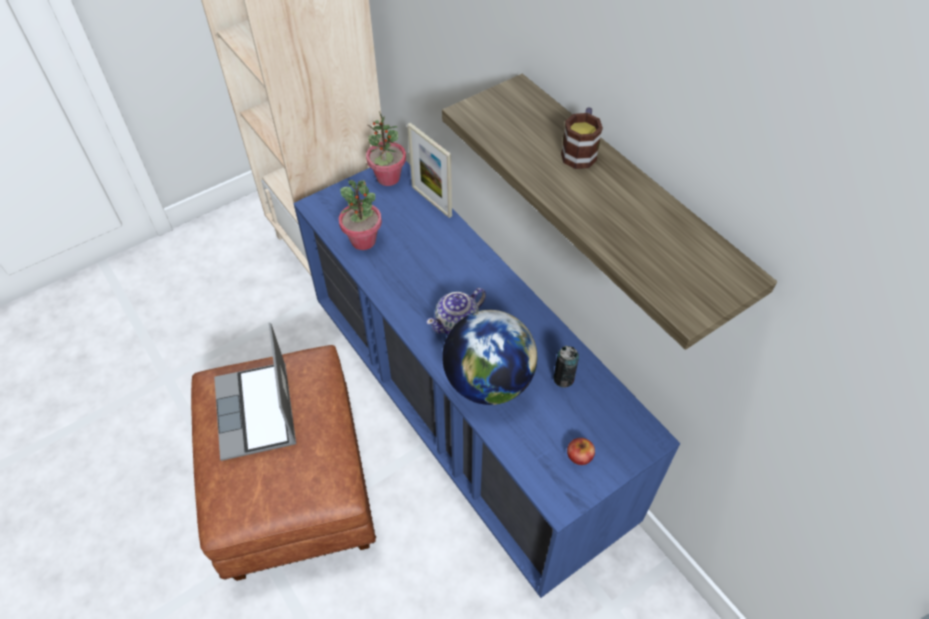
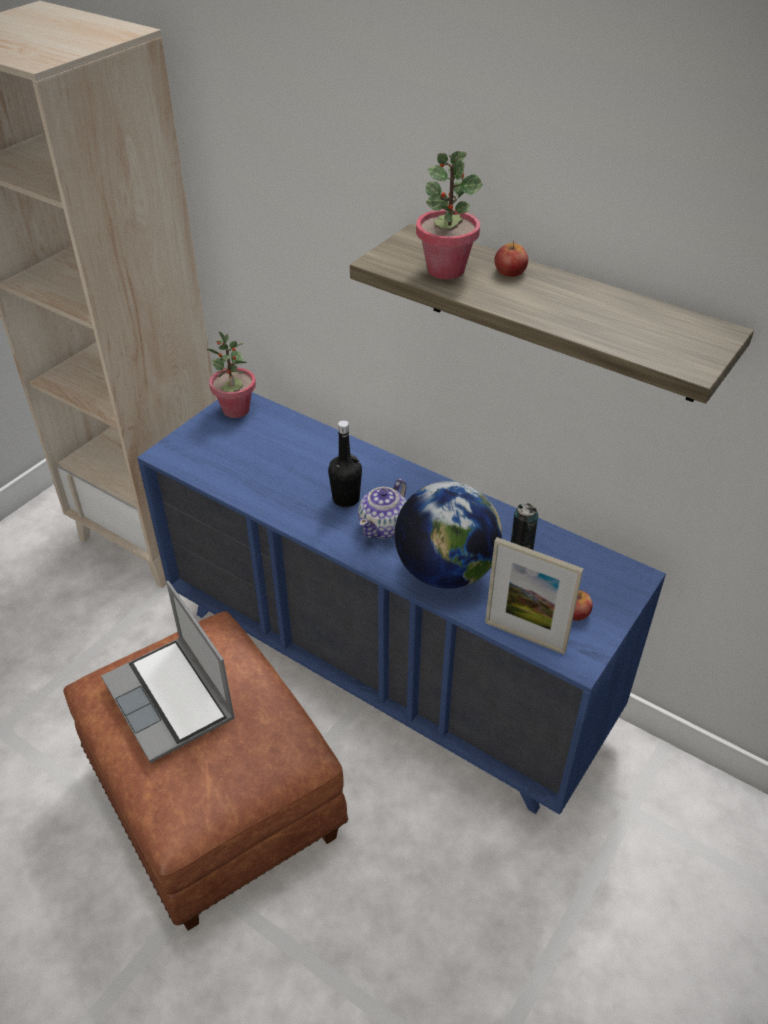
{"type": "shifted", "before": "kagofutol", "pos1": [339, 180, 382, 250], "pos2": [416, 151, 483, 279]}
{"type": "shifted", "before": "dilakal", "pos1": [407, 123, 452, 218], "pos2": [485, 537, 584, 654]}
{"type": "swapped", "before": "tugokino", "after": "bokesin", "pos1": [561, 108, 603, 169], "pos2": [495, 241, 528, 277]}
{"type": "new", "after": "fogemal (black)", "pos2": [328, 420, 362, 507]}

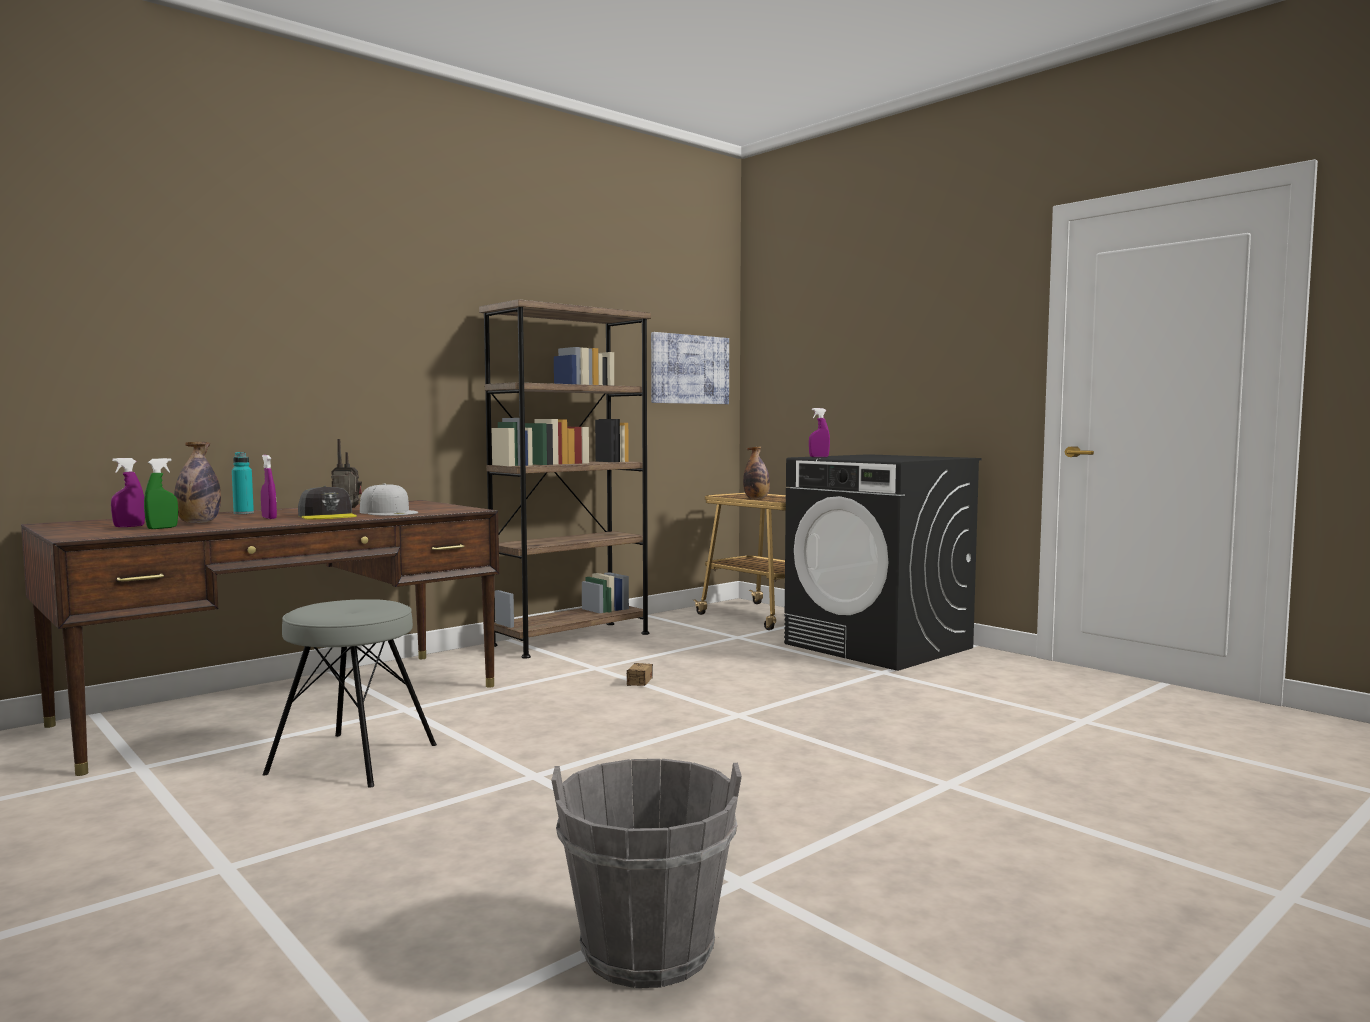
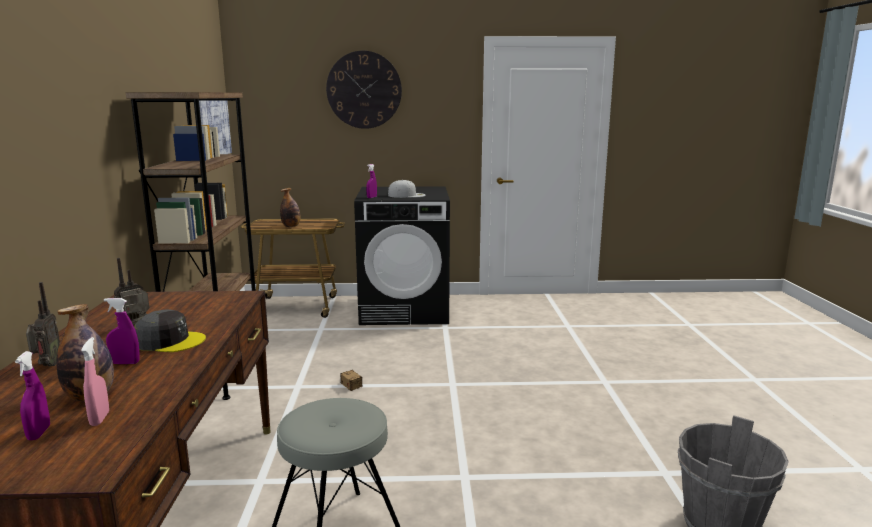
{"type": "repainted", "before": "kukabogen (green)", "after": "kukabogen (pink)", "pos1": [144, 458, 178, 529], "pos2": [81, 337, 109, 426]}
{"type": "swapped", "before": "fogemal (turquoise)", "after": "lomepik", "pos1": [232, 452, 254, 514], "pos2": [26, 282, 60, 366]}
{"type": "shifted", "before": "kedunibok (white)", "pos1": [360, 484, 418, 516], "pos2": [388, 180, 425, 198]}
{"type": "new", "after": "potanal", "pos2": [326, 51, 402, 129]}

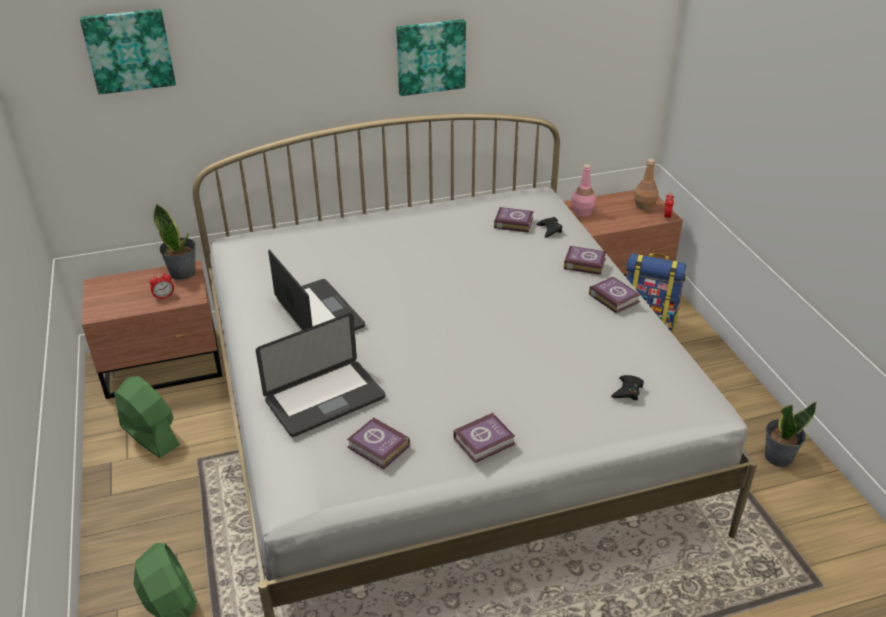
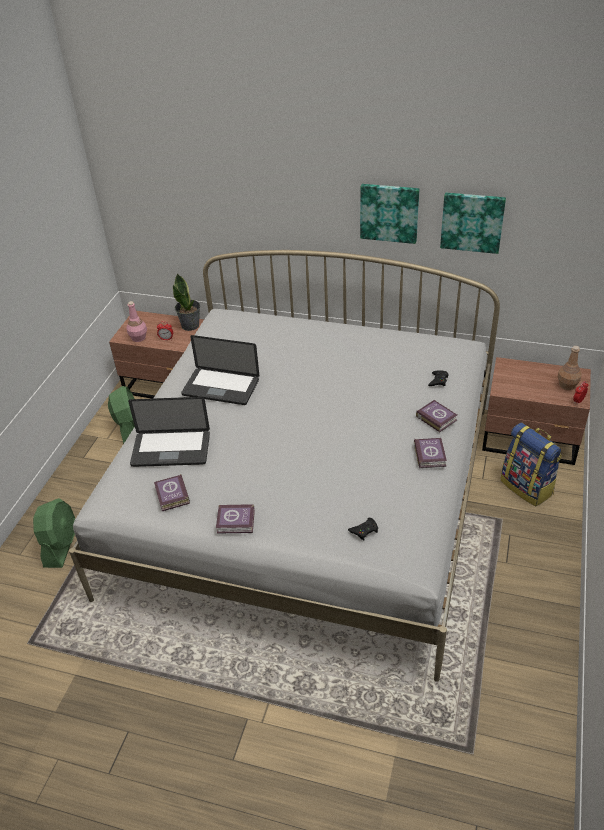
{"type": "shifted", "before": "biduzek", "pos1": [80, 9, 176, 94], "pos2": [440, 193, 506, 254]}
{"type": "rotated", "before": "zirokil", "pos1": [268, 249, 365, 331], "pos2": [181, 335, 260, 405], "turn": 105}
{"type": "gone", "before": "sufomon", "pos1": [494, 207, 534, 232]}
{"type": "shifted", "before": "fogemal (pink)", "pos1": [571, 164, 596, 217], "pos2": [126, 301, 147, 342]}
{"type": "gone", "before": "kagofutol", "pos1": [765, 402, 817, 467]}

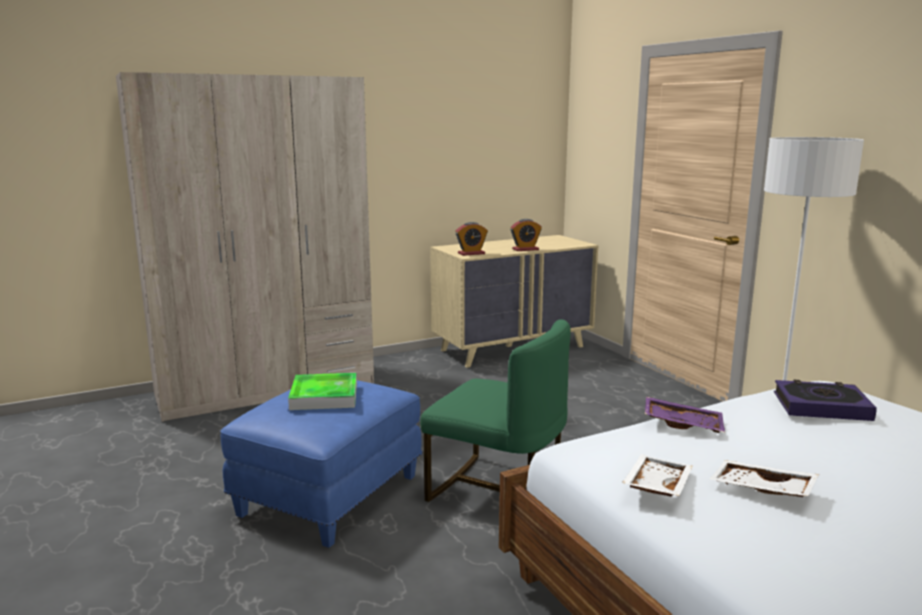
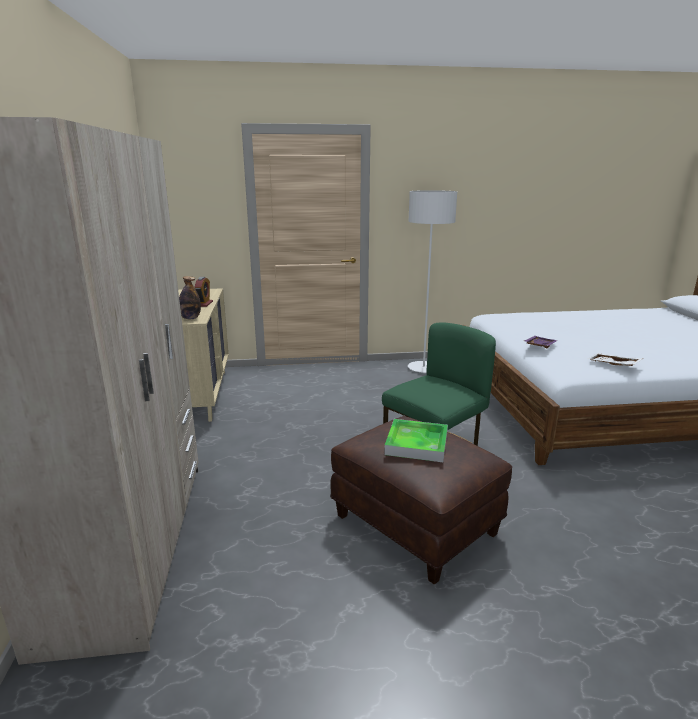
{"type": "repainted", "before": "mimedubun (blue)", "after": "mimedubun (brown)", "pos1": [220, 380, 422, 548], "pos2": [330, 416, 512, 585]}
{"type": "swapped", "before": "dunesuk", "after": "fogemal", "pos1": [455, 222, 488, 256], "pos2": [179, 276, 201, 319]}
{"type": "gone", "before": "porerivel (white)", "pos1": [709, 460, 819, 497]}
{"type": "gone", "before": "sufomon", "pos1": [774, 380, 877, 421]}

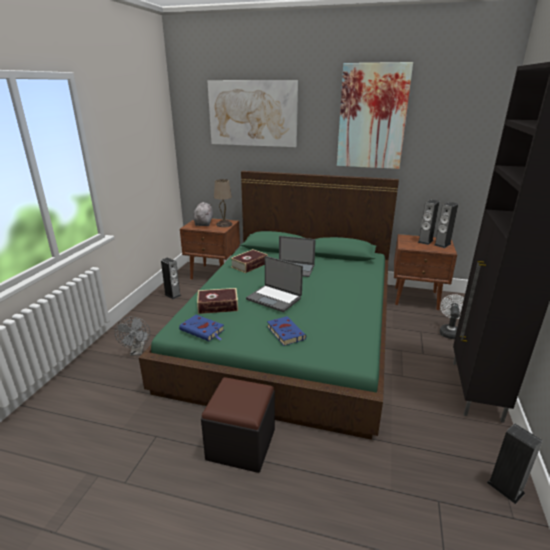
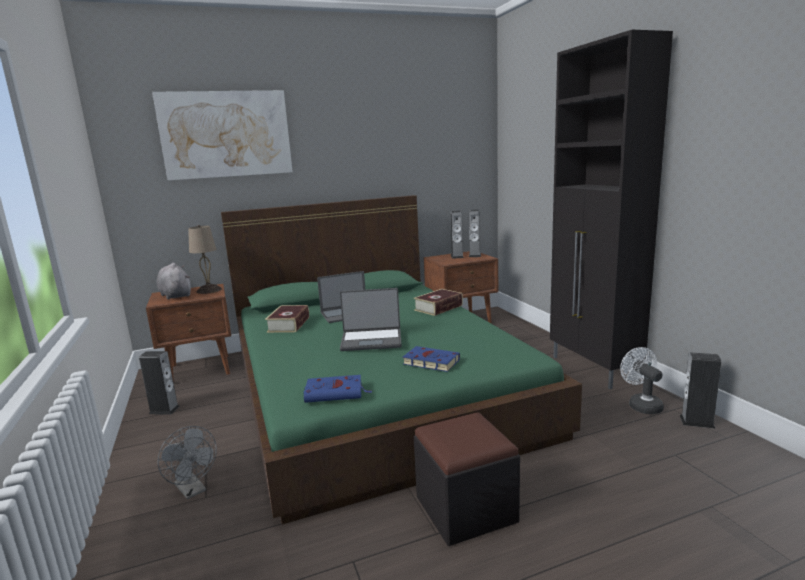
{"type": "shifted", "before": "sufomon", "pos1": [197, 288, 238, 314], "pos2": [414, 289, 463, 316]}
{"type": "gone", "before": "biduzek", "pos1": [337, 62, 413, 169]}
{"type": "shifted", "before": "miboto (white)", "pos1": [439, 294, 464, 339], "pos2": [620, 347, 664, 414]}

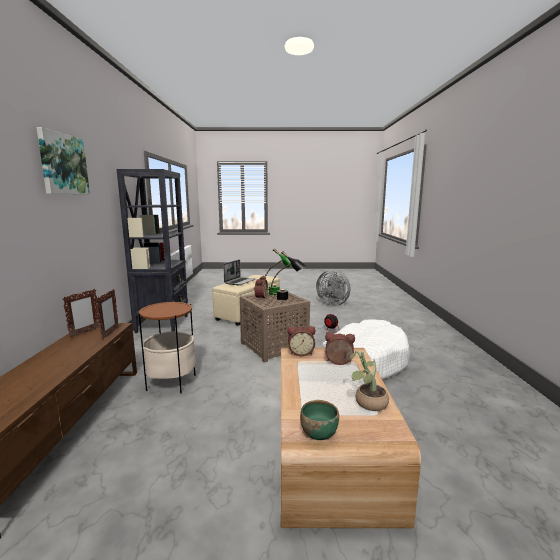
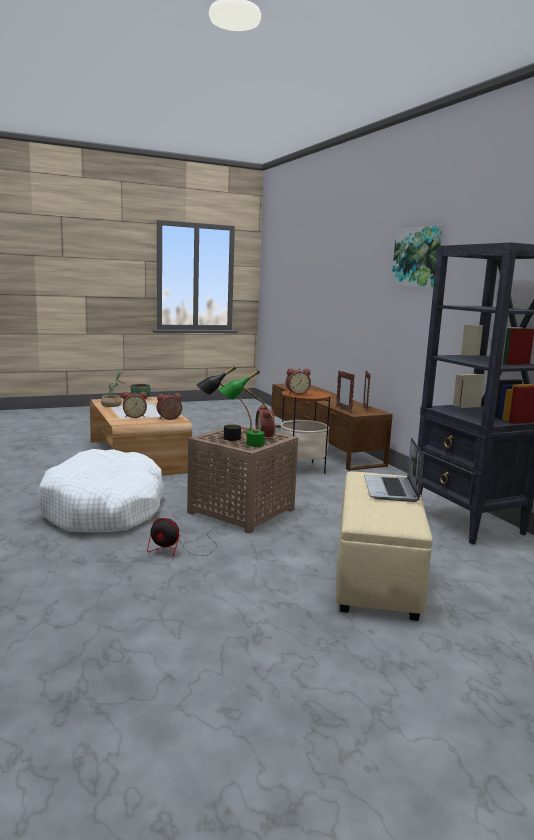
{"type": "gone", "before": "miboto (grey)", "pos1": [316, 270, 350, 306]}
{"type": "new", "after": "dunesuk", "pos2": [286, 368, 311, 395]}

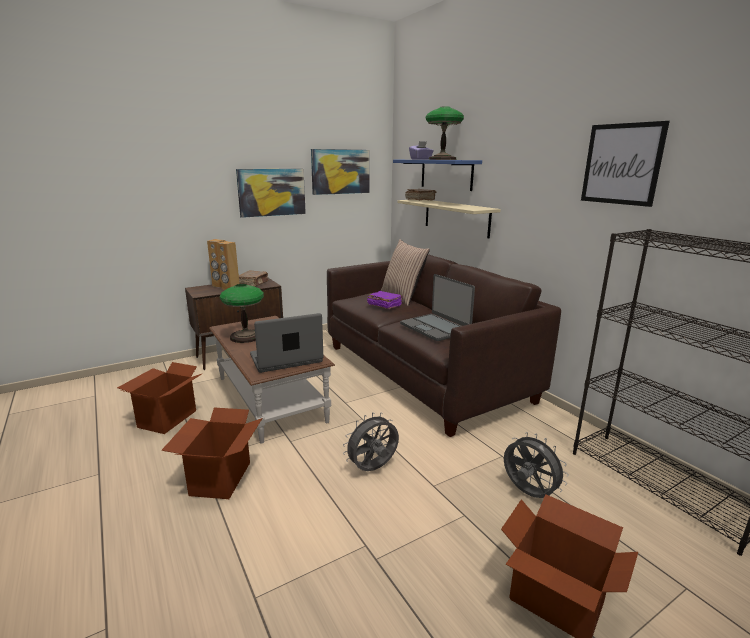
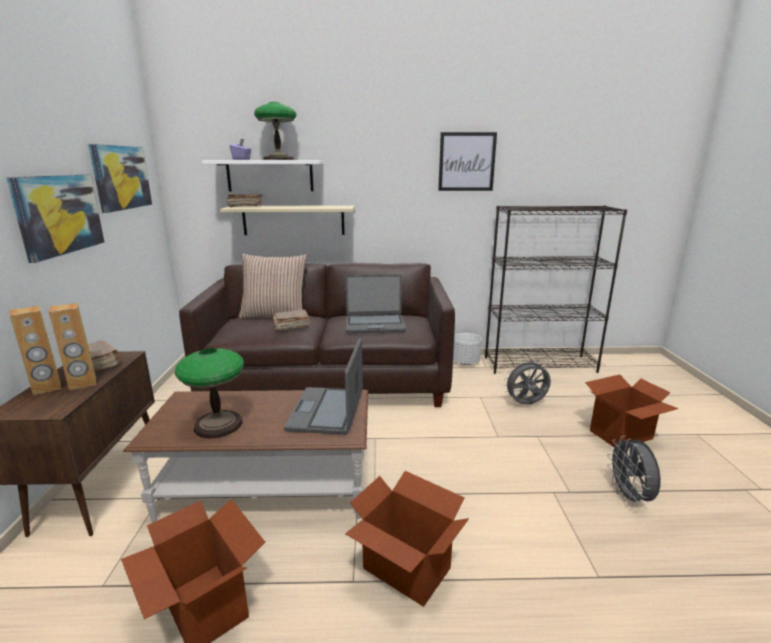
{"type": "shifted", "before": "miboto (grey)", "pos1": [343, 412, 399, 471], "pos2": [607, 436, 661, 506]}
{"type": "repainted", "before": "sufomon (purple)", "after": "sufomon (brown)", "pos1": [367, 291, 403, 309], "pos2": [273, 309, 310, 331]}
{"type": "repainted", "before": "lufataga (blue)", "after": "lufataga (white)", "pos1": [393, 160, 482, 191], "pos2": [202, 160, 323, 191]}
{"type": "new", "after": "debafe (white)", "pos2": [453, 333, 482, 365]}

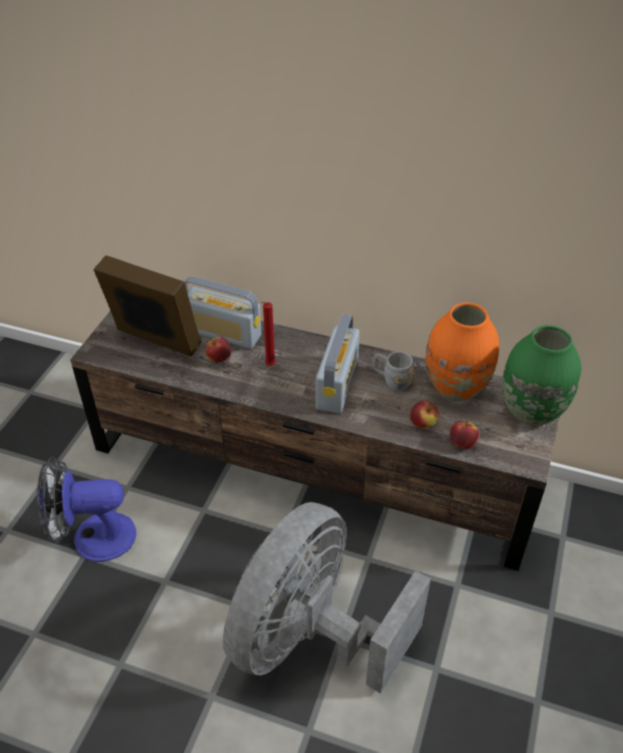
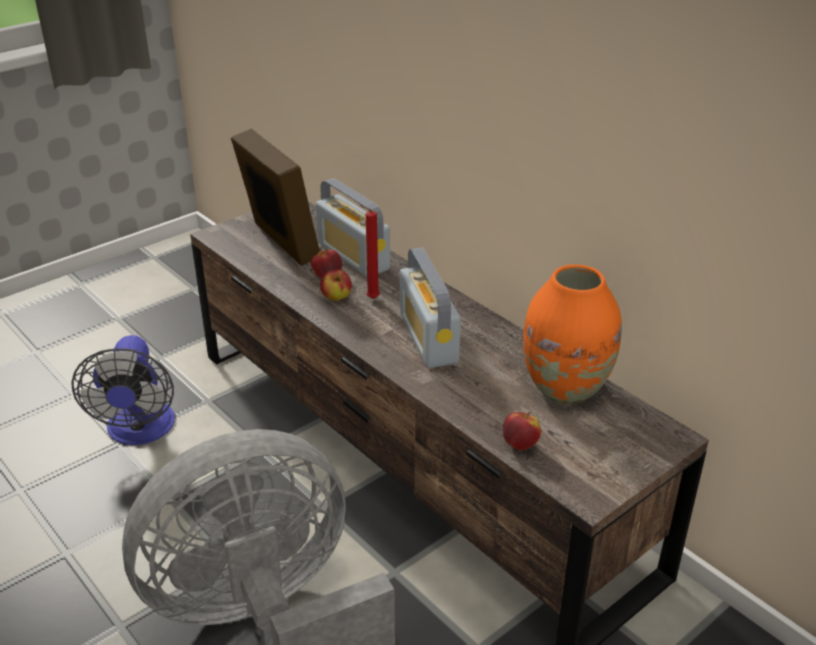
{"type": "rotated", "before": "miboto", "pos1": [37, 457, 136, 562], "pos2": [71, 335, 175, 445], "turn": -120}
{"type": "rotated", "before": "lomepik", "pos1": [316, 314, 360, 414], "pos2": [400, 247, 461, 368], "turn": 120}
{"type": "gone", "before": "tugokino (grey)", "pos1": [372, 351, 414, 391]}
{"type": "shifted", "before": "bokesin", "pos1": [410, 401, 439, 428], "pos2": [320, 270, 352, 301]}
{"type": "gone", "before": "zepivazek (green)", "pos1": [503, 325, 581, 426]}

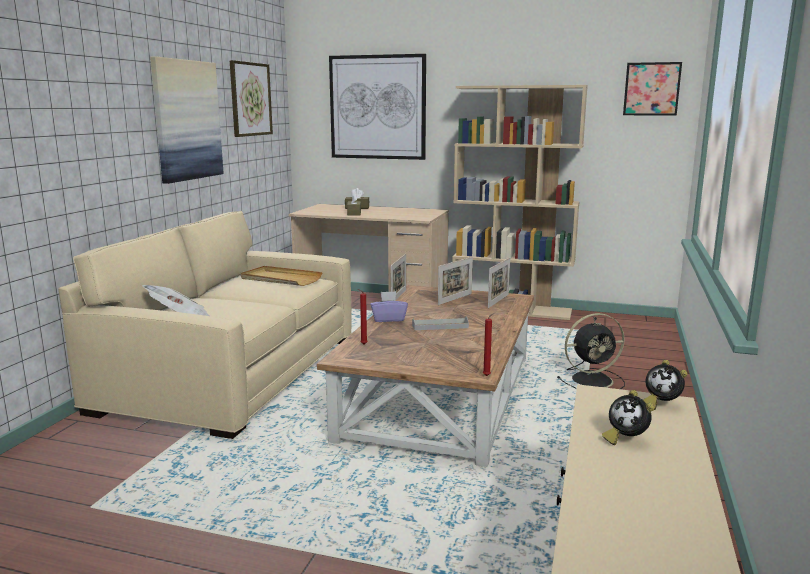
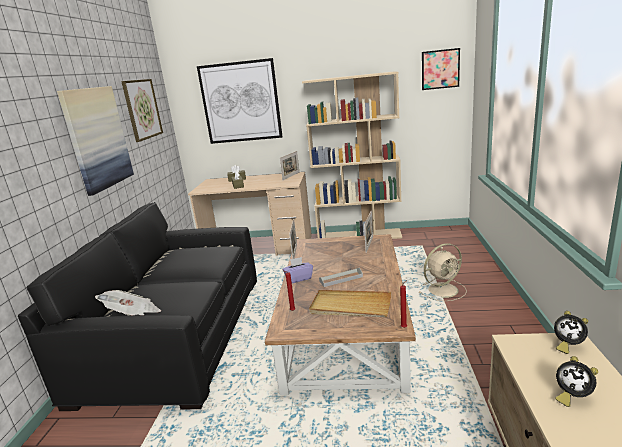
{"type": "repainted", "before": "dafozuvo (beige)", "after": "dafozuvo (black)", "pos1": [59, 211, 352, 439], "pos2": [18, 202, 257, 411]}
{"type": "shifted", "before": "porerivel (beige)", "pos1": [241, 266, 323, 286], "pos2": [309, 290, 391, 317]}
{"type": "shifted", "before": "dilakal", "pos1": [438, 257, 473, 305], "pos2": [280, 151, 299, 180]}
{"type": "repainted", "before": "miboto (black)", "after": "miboto (beige)", "pos1": [557, 313, 625, 389], "pos2": [419, 243, 467, 301]}

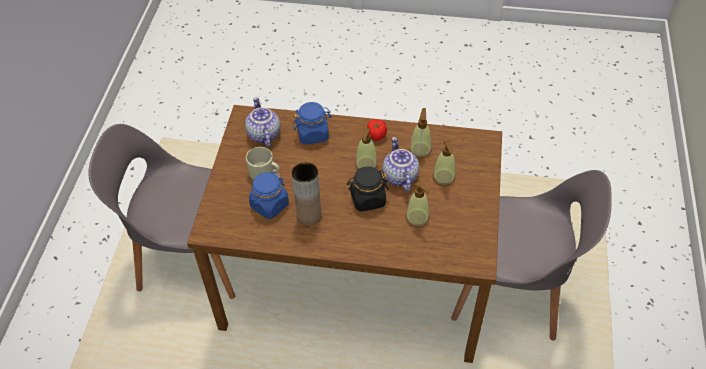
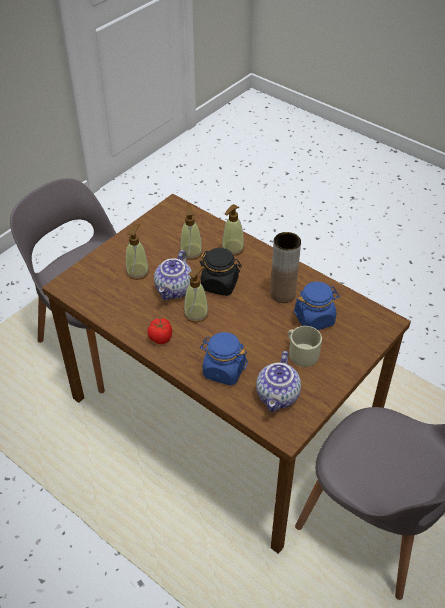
{"type": "shifted", "before": "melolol", "pos1": [409, 108, 431, 159], "pos2": [222, 204, 244, 256]}

